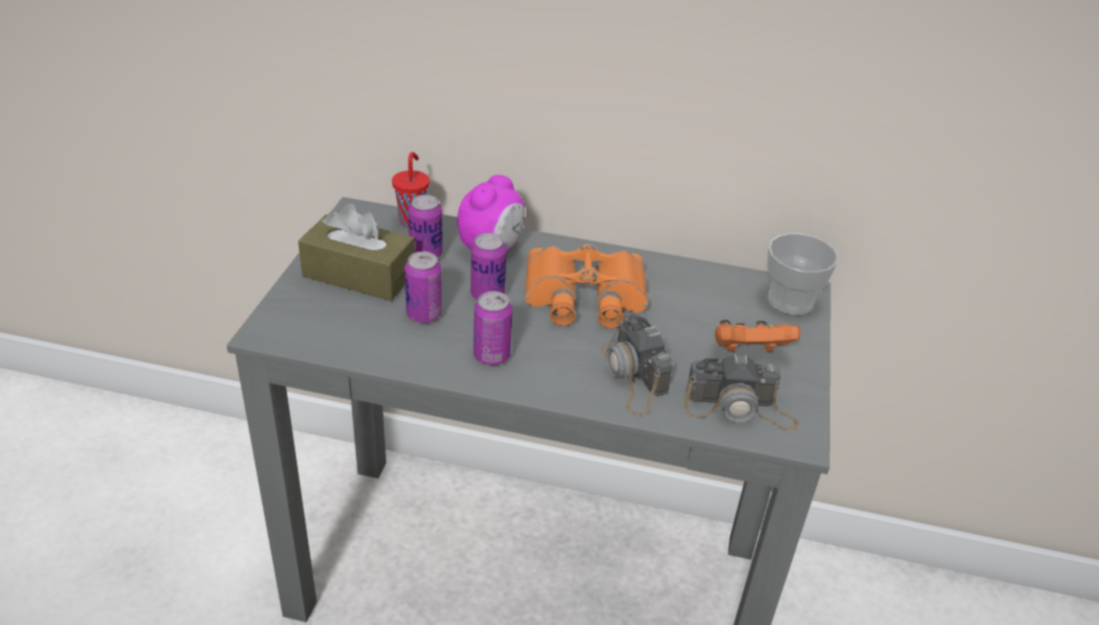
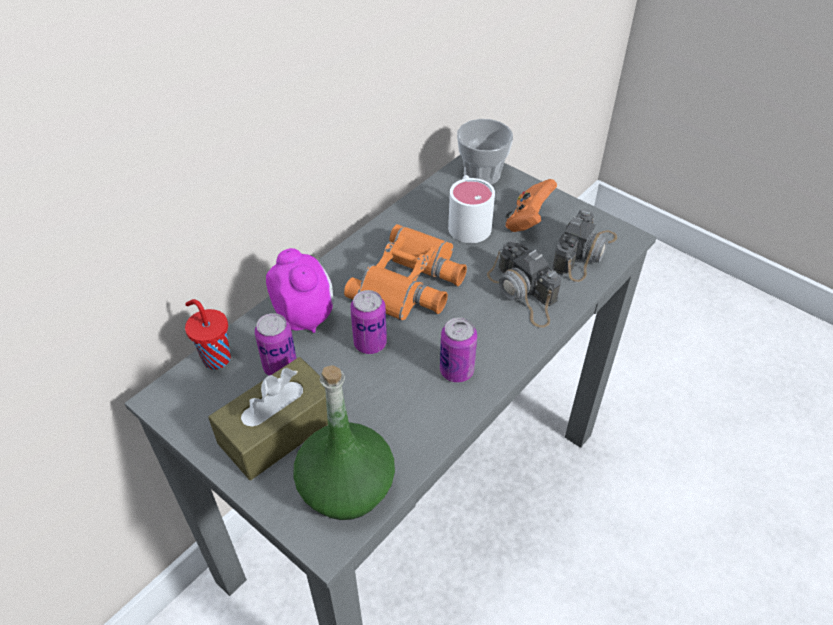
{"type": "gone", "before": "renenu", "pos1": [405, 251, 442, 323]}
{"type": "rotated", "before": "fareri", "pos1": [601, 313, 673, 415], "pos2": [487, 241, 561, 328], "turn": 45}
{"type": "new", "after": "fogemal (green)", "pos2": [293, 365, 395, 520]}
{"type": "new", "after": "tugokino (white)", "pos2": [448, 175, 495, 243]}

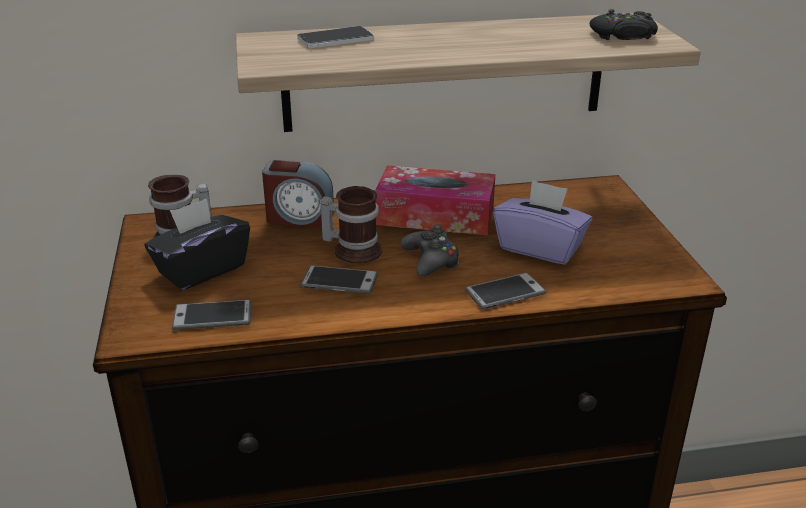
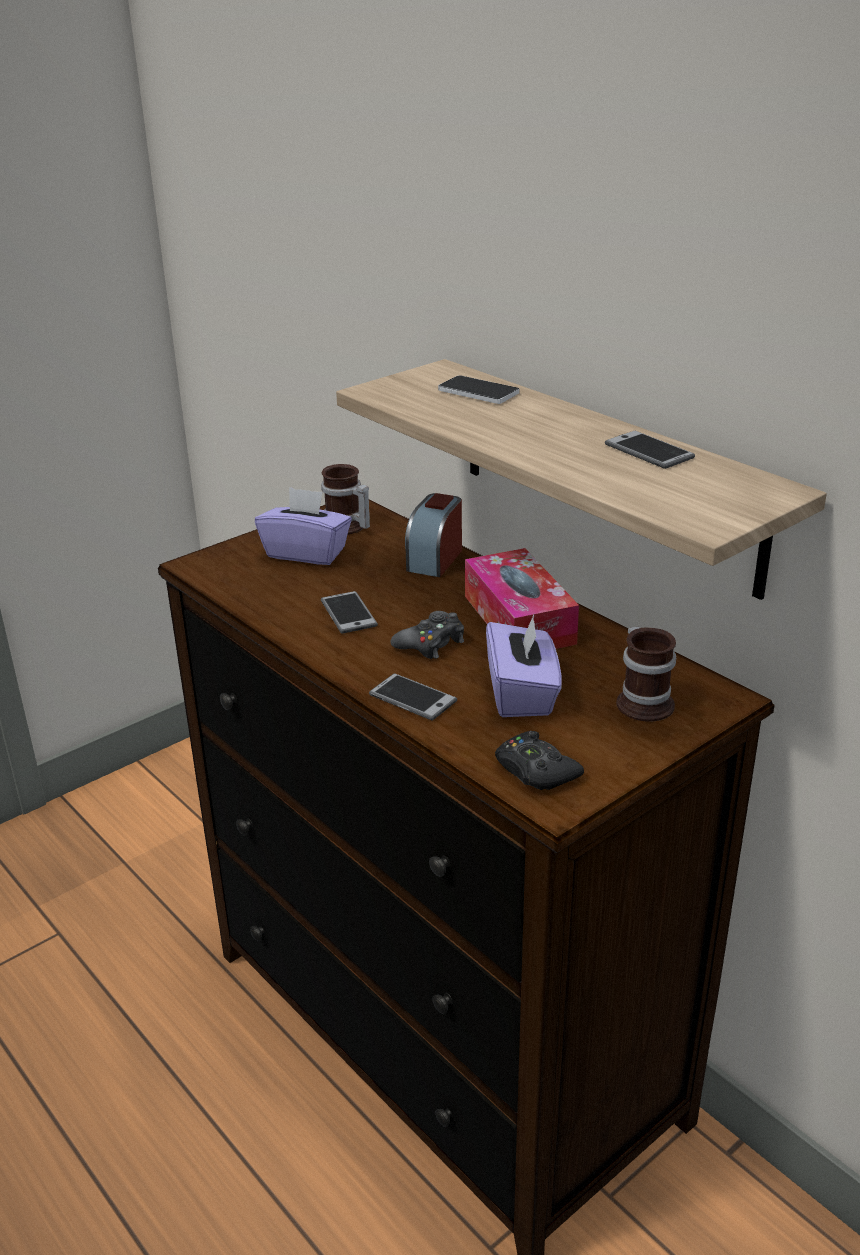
{"type": "repainted", "before": "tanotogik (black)", "after": "tanotogik (purple)", "pos1": [144, 198, 250, 290], "pos2": [255, 487, 352, 565]}
{"type": "shifted", "before": "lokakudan", "pos1": [172, 300, 251, 330], "pos2": [605, 431, 695, 469]}
{"type": "rotated", "before": "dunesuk", "pos1": [262, 160, 334, 228], "pos2": [405, 493, 462, 577], "turn": 45}
{"type": "shifted", "before": "tugokino", "pos1": [320, 186, 382, 263], "pos2": [616, 627, 676, 722]}
{"type": "shifted", "before": "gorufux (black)", "pos1": [590, 9, 658, 40], "pos2": [495, 731, 584, 790]}

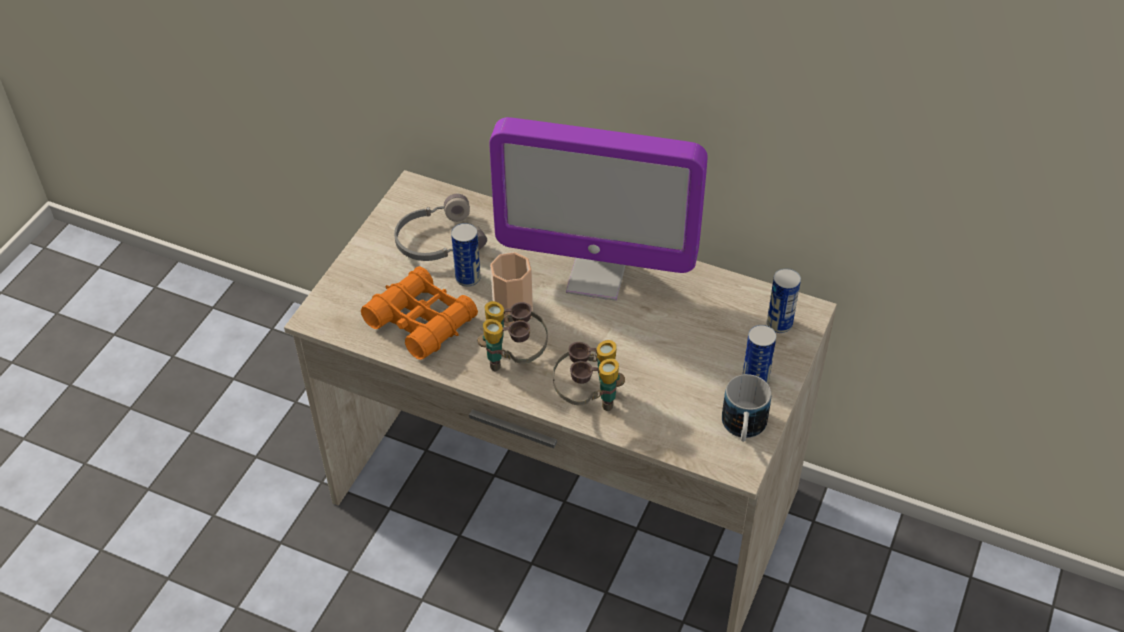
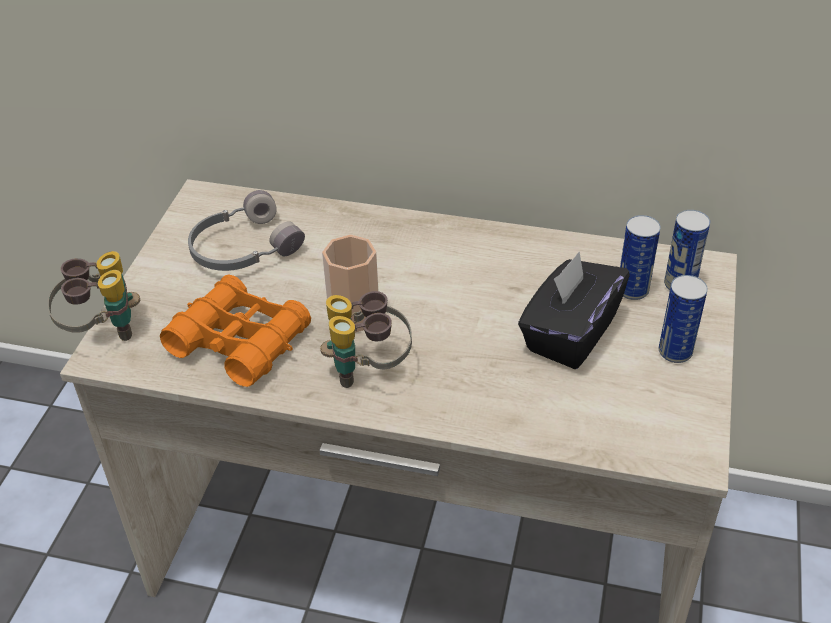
{"type": "shifted", "before": "renenu", "pos1": [451, 223, 481, 287], "pos2": [620, 215, 661, 300]}
{"type": "gone", "before": "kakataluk", "pos1": [490, 117, 708, 301]}
{"type": "shifted", "before": "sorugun", "pos1": [553, 340, 625, 411], "pos2": [48, 251, 140, 341]}
{"type": "gone", "before": "tugokino", "pos1": [722, 374, 771, 442]}
{"type": "new", "after": "tanotogik (black)", "pos2": [518, 252, 630, 369]}

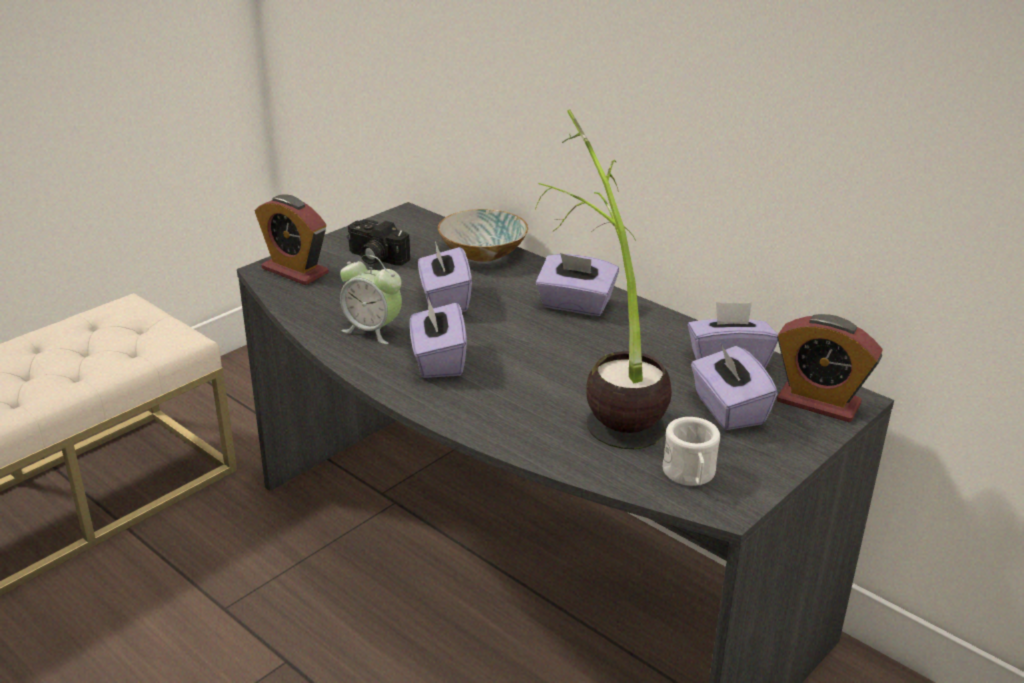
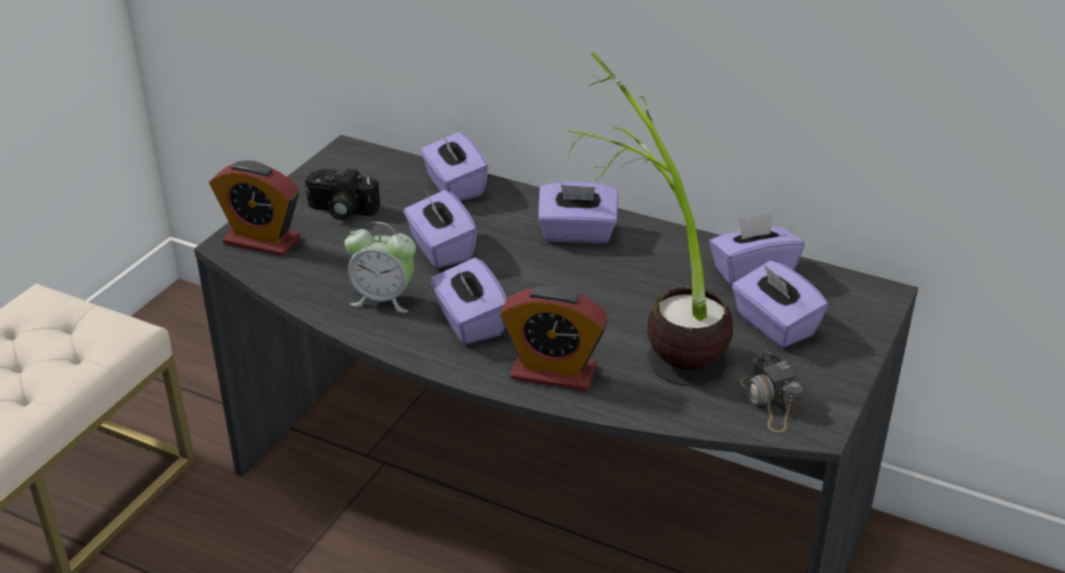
{"type": "swapped", "before": "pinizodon", "after": "tanotogik (purple)", "pos1": [438, 209, 528, 262], "pos2": [420, 132, 488, 201]}
{"type": "swapped", "before": "tugokino (white)", "after": "fareri", "pos1": [663, 417, 720, 486], "pos2": [740, 351, 802, 432]}
{"type": "shifted", "before": "dunesuk", "pos1": [777, 314, 883, 422], "pos2": [500, 286, 608, 391]}

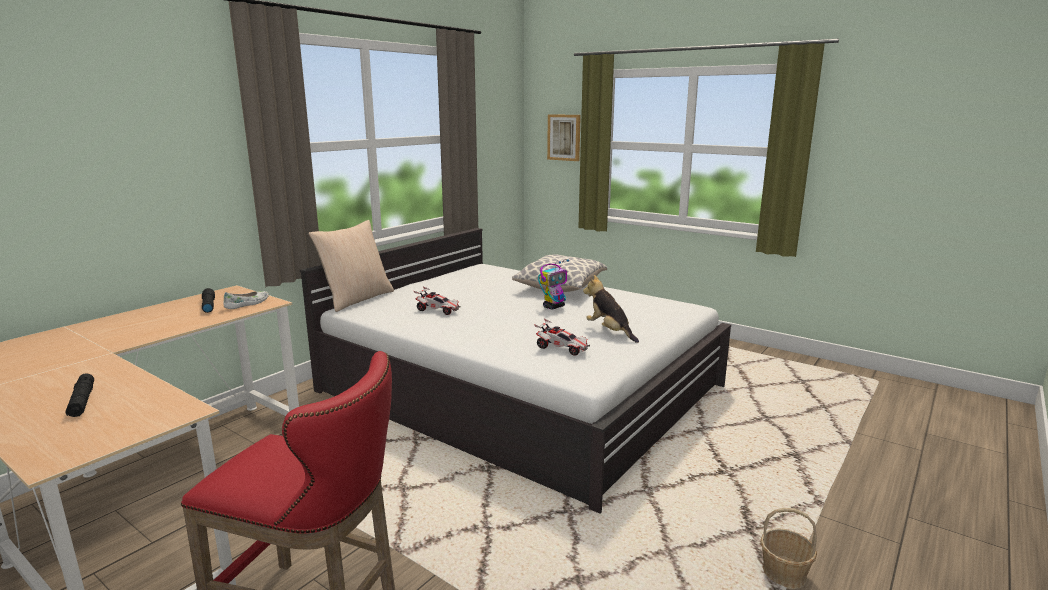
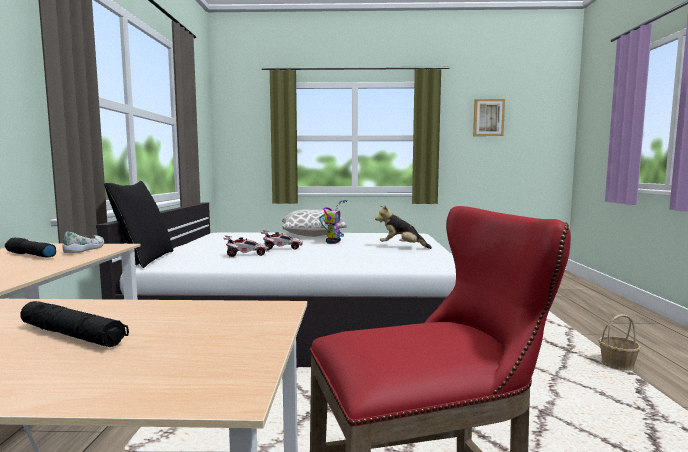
{"type": "repainted", "before": "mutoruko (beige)", "after": "mutoruko (black)", "pos1": [308, 220, 394, 312], "pos2": [104, 181, 173, 268]}
{"type": "shifted", "before": "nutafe", "pos1": [534, 319, 590, 356], "pos2": [261, 230, 303, 250]}
{"type": "shifted", "before": "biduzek", "pos1": [547, 114, 581, 161], "pos2": [473, 99, 505, 136]}

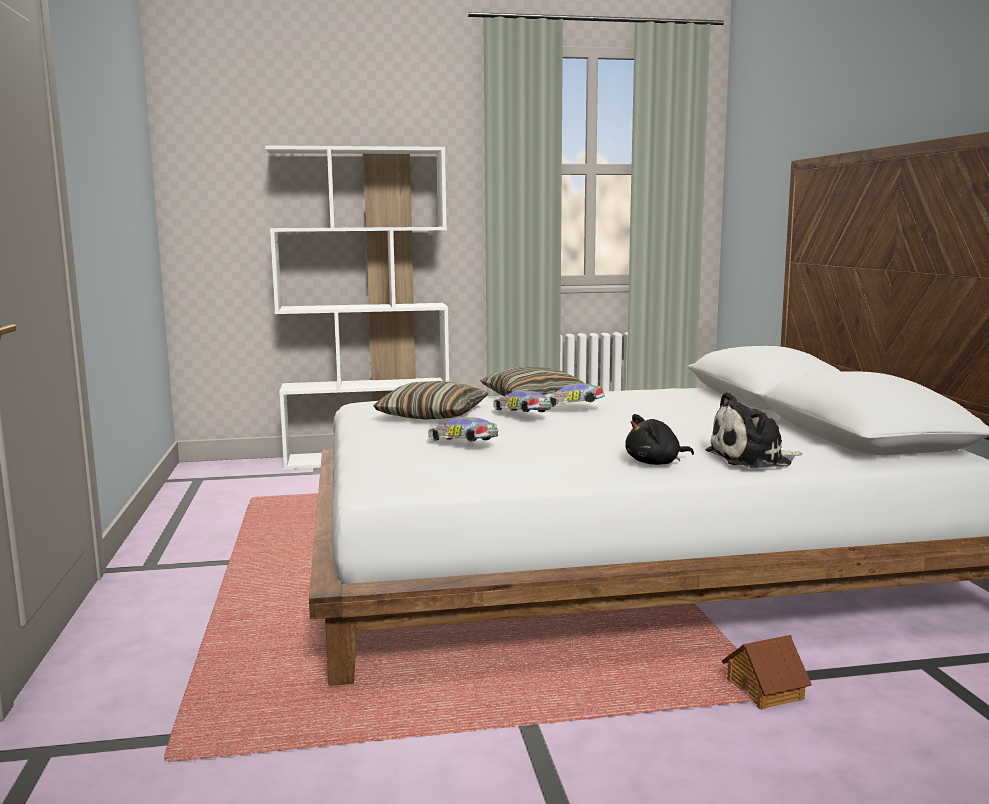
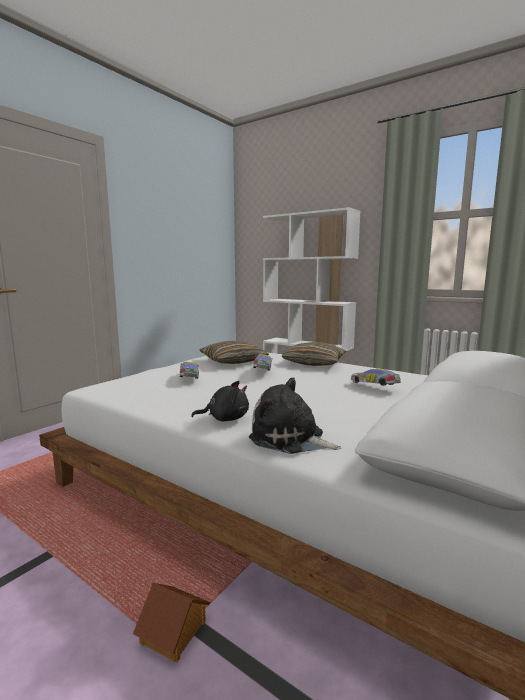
{"type": "shifted", "before": "nutafe", "pos1": [544, 383, 605, 407], "pos2": [351, 369, 401, 386]}
{"type": "rotated", "before": "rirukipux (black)", "pos1": [625, 414, 694, 465], "pos2": [191, 381, 249, 422], "turn": 150}

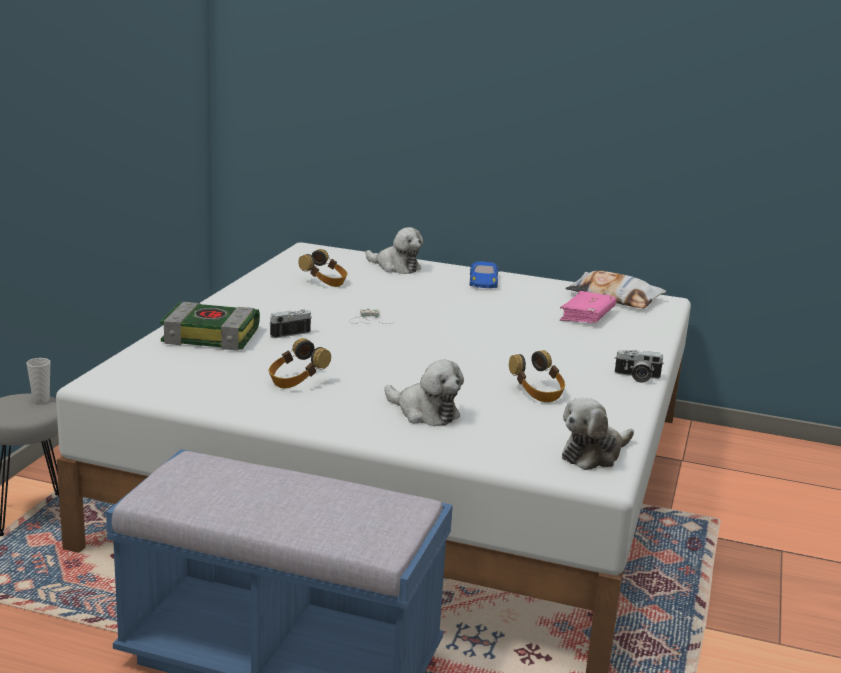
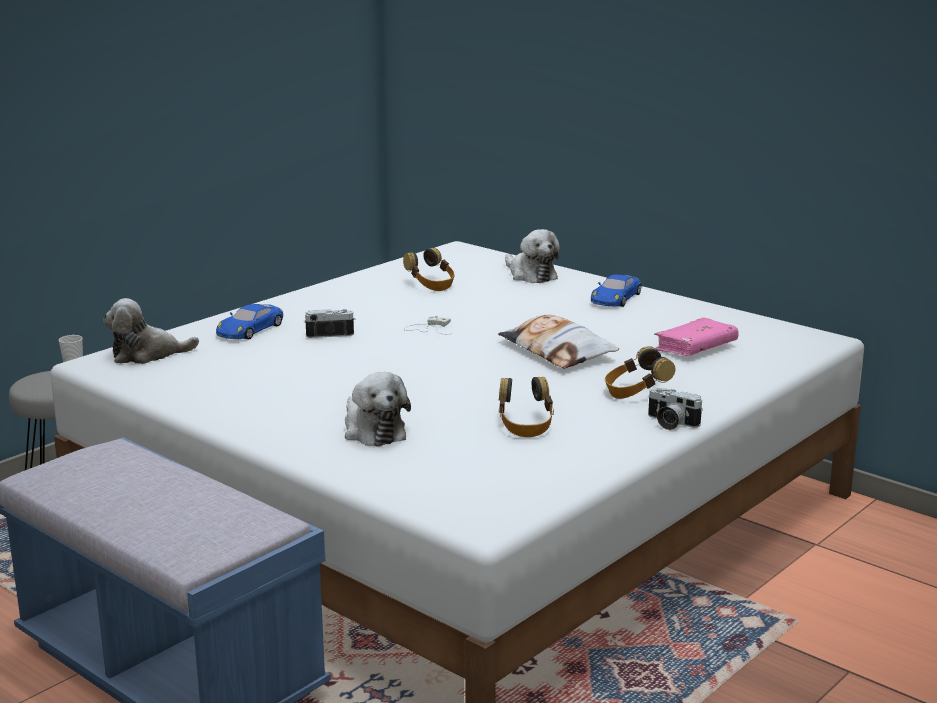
{"type": "swapped", "before": "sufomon", "after": "nutafe (blue)", "pos1": [160, 302, 260, 351], "pos2": [216, 304, 283, 340]}
{"type": "shifted", "before": "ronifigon", "pos1": [269, 338, 331, 388], "pos2": [605, 346, 675, 399]}
{"type": "shifted", "before": "rirukipux", "pos1": [562, 398, 634, 470], "pos2": [103, 298, 199, 364]}
{"type": "shifted", "before": "mutoruko", "pos1": [565, 271, 666, 309], "pos2": [498, 314, 619, 368]}

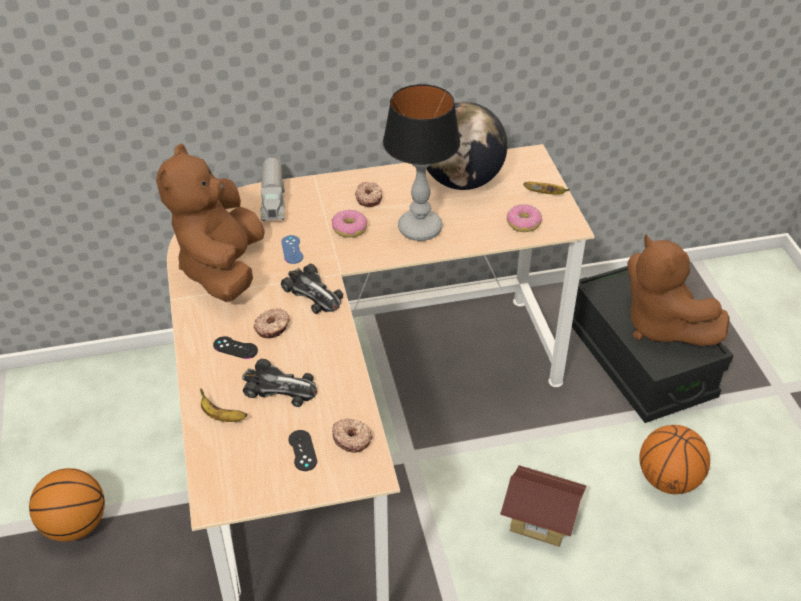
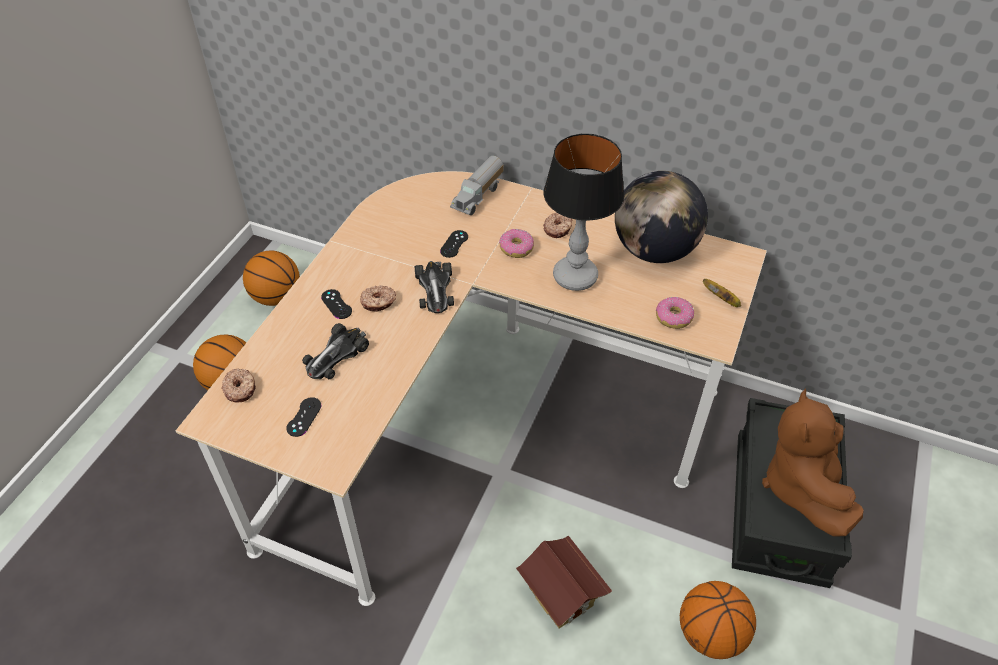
{"type": "gone", "before": "rirukipux (brown)", "pos1": [156, 144, 265, 302]}
{"type": "gone", "before": "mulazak", "pos1": [200, 388, 247, 422]}
{"type": "rotated", "before": "nutafe", "pos1": [242, 359, 317, 407], "pos2": [302, 323, 369, 379], "turn": 75}
{"type": "repainted", "before": "gorufux (blue)", "after": "gorufux (black)", "pos1": [281, 235, 303, 264], "pos2": [440, 230, 468, 258]}
{"type": "shifted", "before": "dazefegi", "pos1": [332, 418, 373, 453], "pos2": [221, 368, 256, 403]}
{"type": "new", "after": "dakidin", "pos2": [243, 251, 300, 306]}

